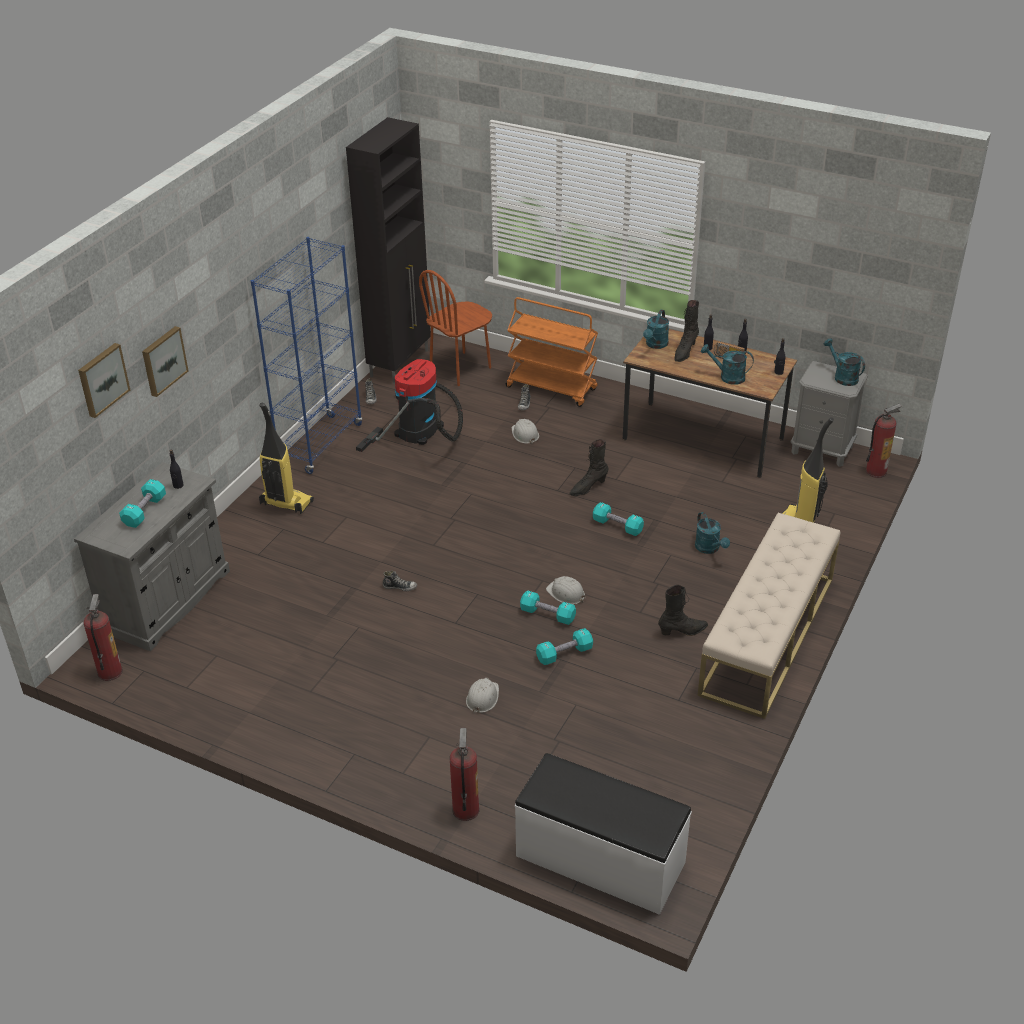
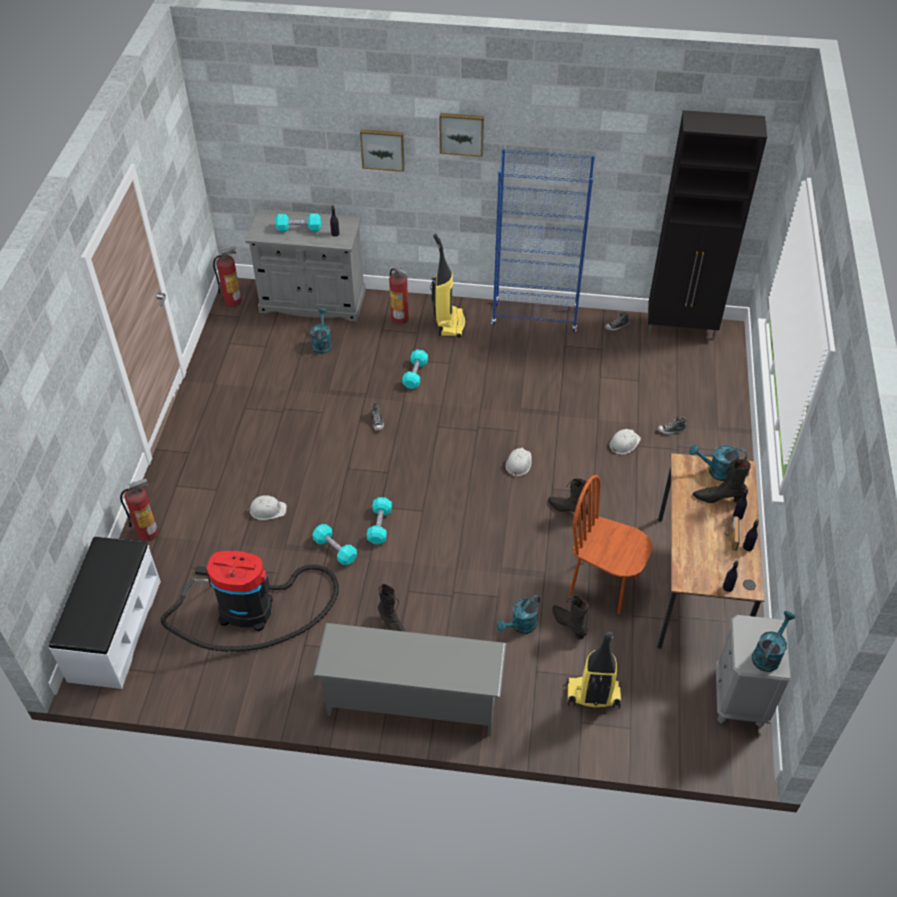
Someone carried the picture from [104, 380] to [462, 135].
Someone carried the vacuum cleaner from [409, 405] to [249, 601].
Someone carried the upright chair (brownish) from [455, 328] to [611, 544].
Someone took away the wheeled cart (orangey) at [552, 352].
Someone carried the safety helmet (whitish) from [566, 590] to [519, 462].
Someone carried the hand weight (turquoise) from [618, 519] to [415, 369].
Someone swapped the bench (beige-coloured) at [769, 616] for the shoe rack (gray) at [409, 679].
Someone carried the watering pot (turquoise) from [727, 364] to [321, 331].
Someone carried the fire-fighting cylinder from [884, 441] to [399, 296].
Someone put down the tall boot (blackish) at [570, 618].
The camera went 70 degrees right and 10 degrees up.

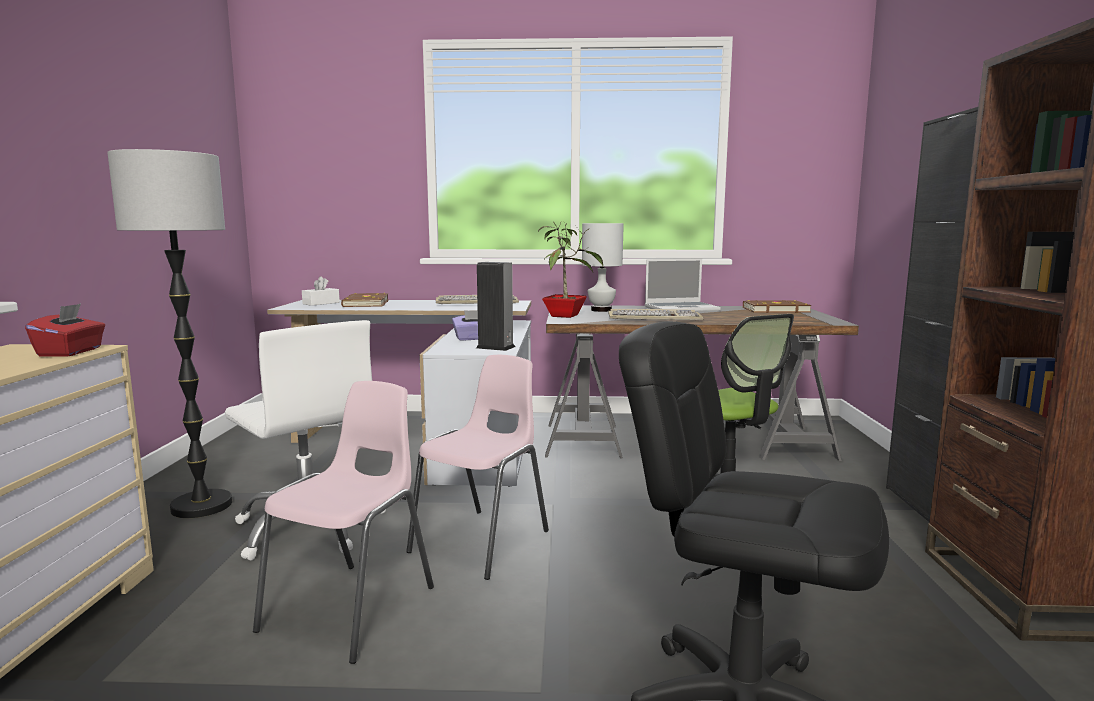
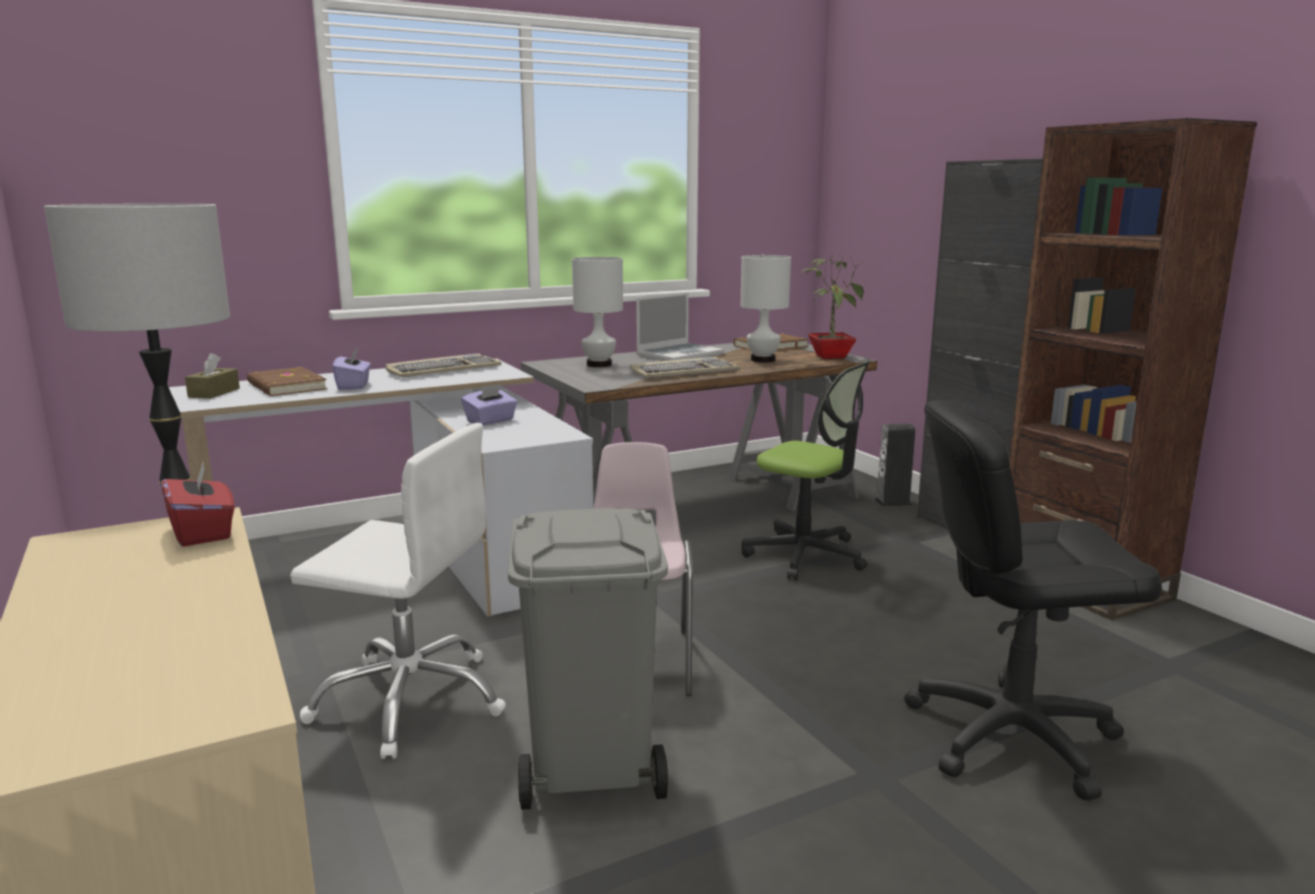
Someone swapped the upright chair (pinkish) at [343, 522] for the trash can (gray) at [588, 659].
Someone repainted the tissue holder (whitish) at [321, 291], which became the tissue holder (brownish) at [212, 376].
Someone carried the loudspeaker from [495, 306] to [895, 465].
Someone carried the houseplant from [570, 269] to [831, 306].
Someone put down the tissue holder (purple-coloured) at [351, 369].
Someone put down the tabletop lamp (whitish) at [766, 308].
The camera went 30 degrees left and 5 degrees up.

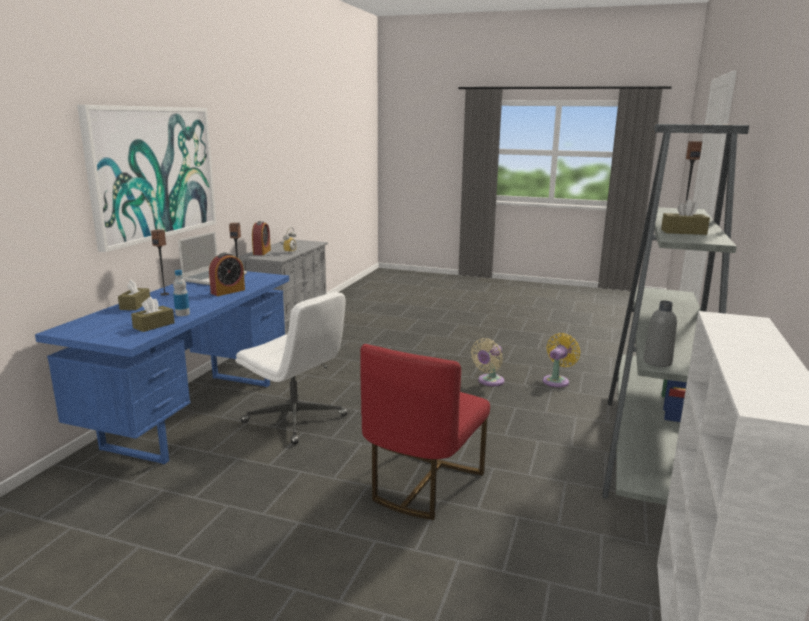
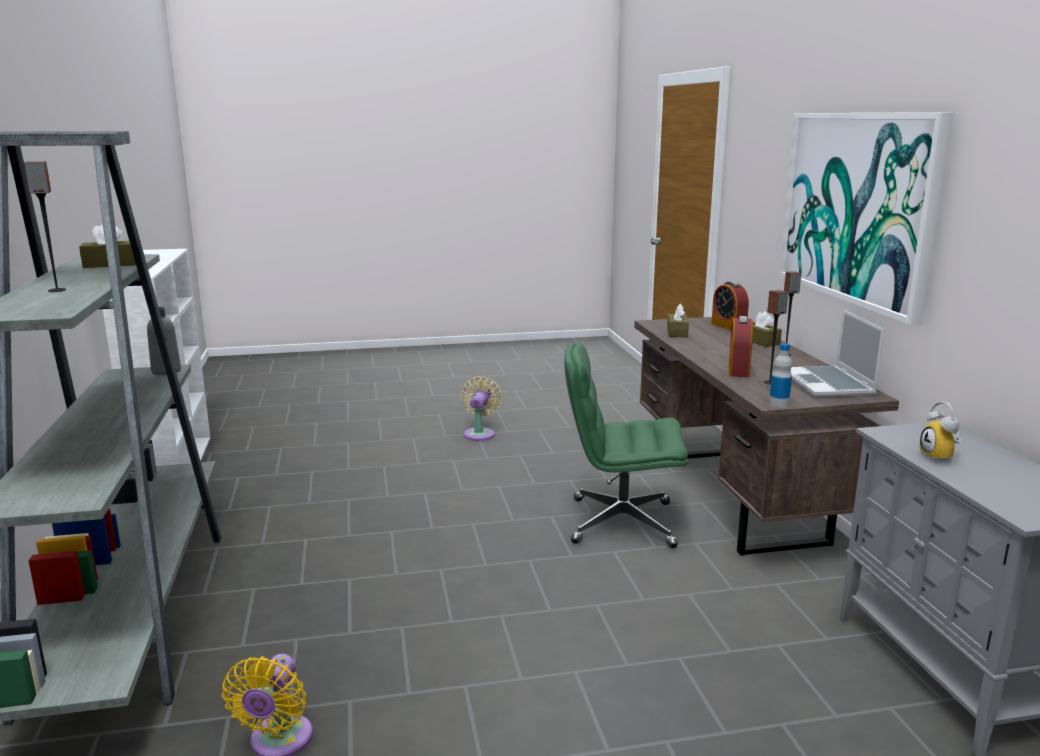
Someone repainted the desk unit (blue) at [162, 367], which became the desk unit (brownish) at [766, 436].
Someone carried the beverage bottle from [181, 293] to [780, 375].
Someone repainted the office chair (whitish) at [291, 368], which became the office chair (green-coloured) at [626, 445].
Someone carried the table clock from [261, 238] to [730, 306].
Someone took away the upright chair (red) at [425, 432].
Someone carried the cooling fan (beige-coloured) from [487, 362] to [481, 408].
The camera went 150 degrees right and 0 degrees up.

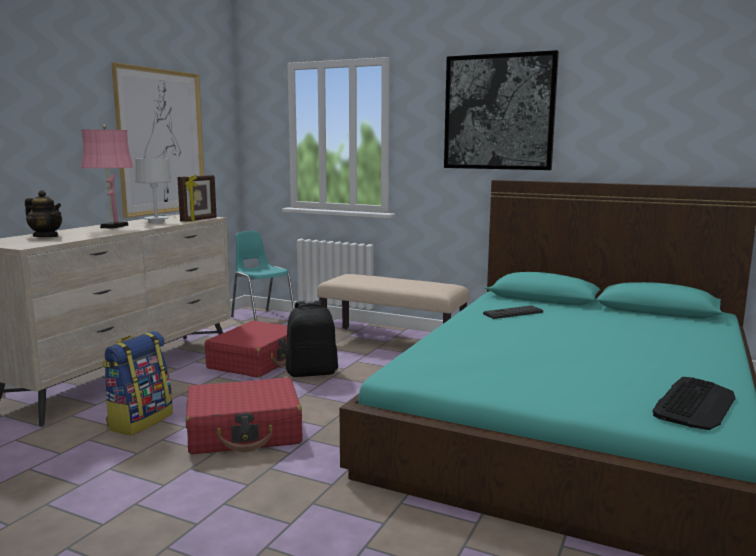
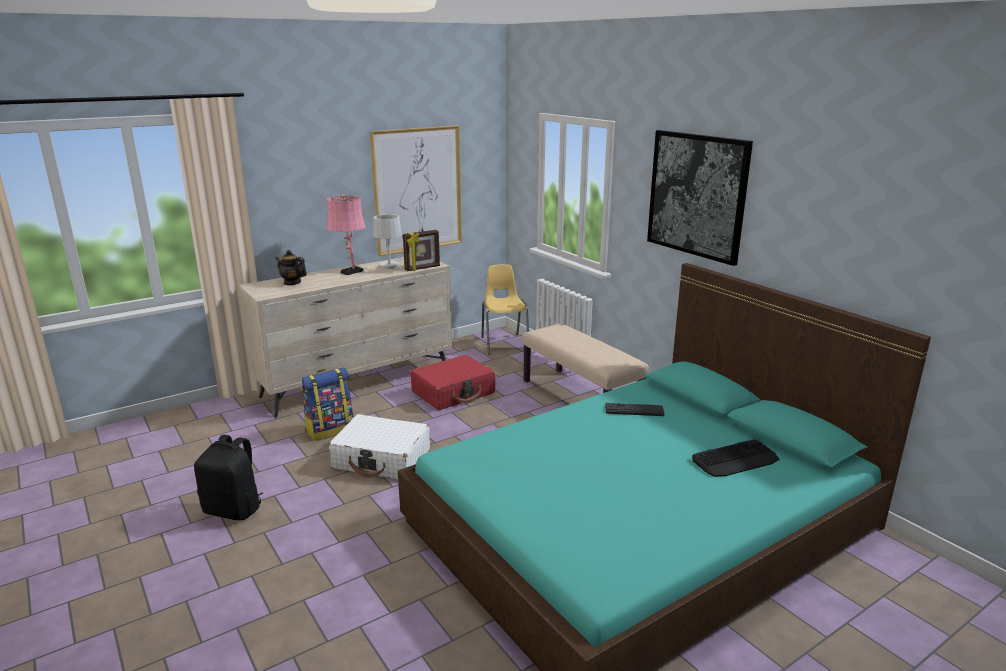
Someone rotated the teapot at [43, 213] by 150 degrees clockwise.
Someone repainted the piece of luggage (red) at [244, 415], which became the piece of luggage (whitish) at [379, 447].
Someone repainted the upright chair (turquoise) at [263, 276], which became the upright chair (yellow-coloured) at [505, 309].
Someone carried the rucksack (blackish) from [312, 339] to [228, 478].
Someone carried the PC keyboard from [694, 403] to [735, 458].
The camera went 30 degrees right and 10 degrees up.

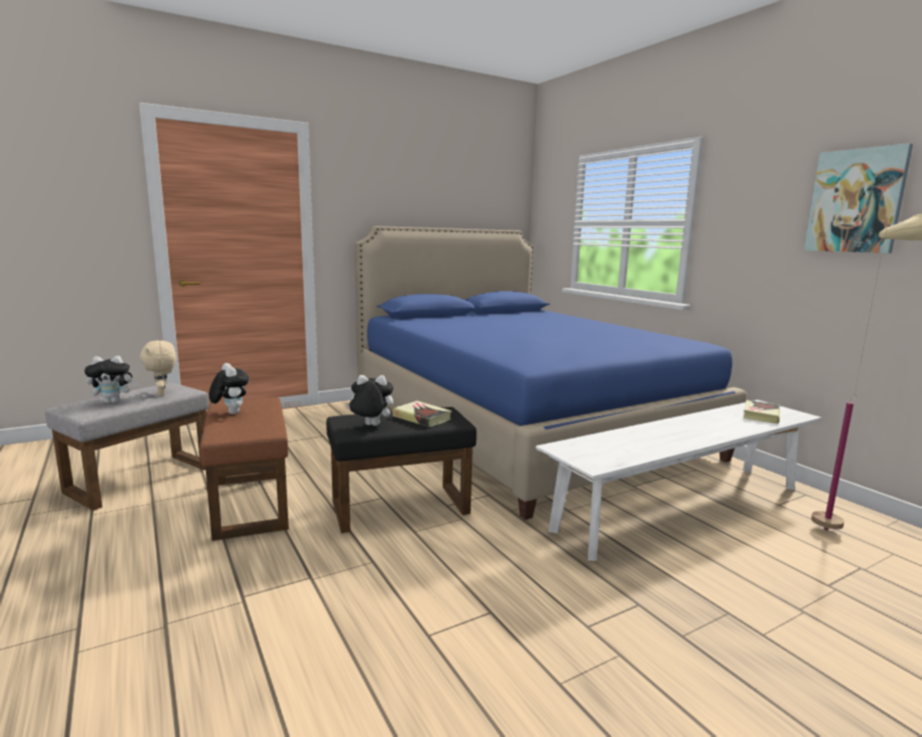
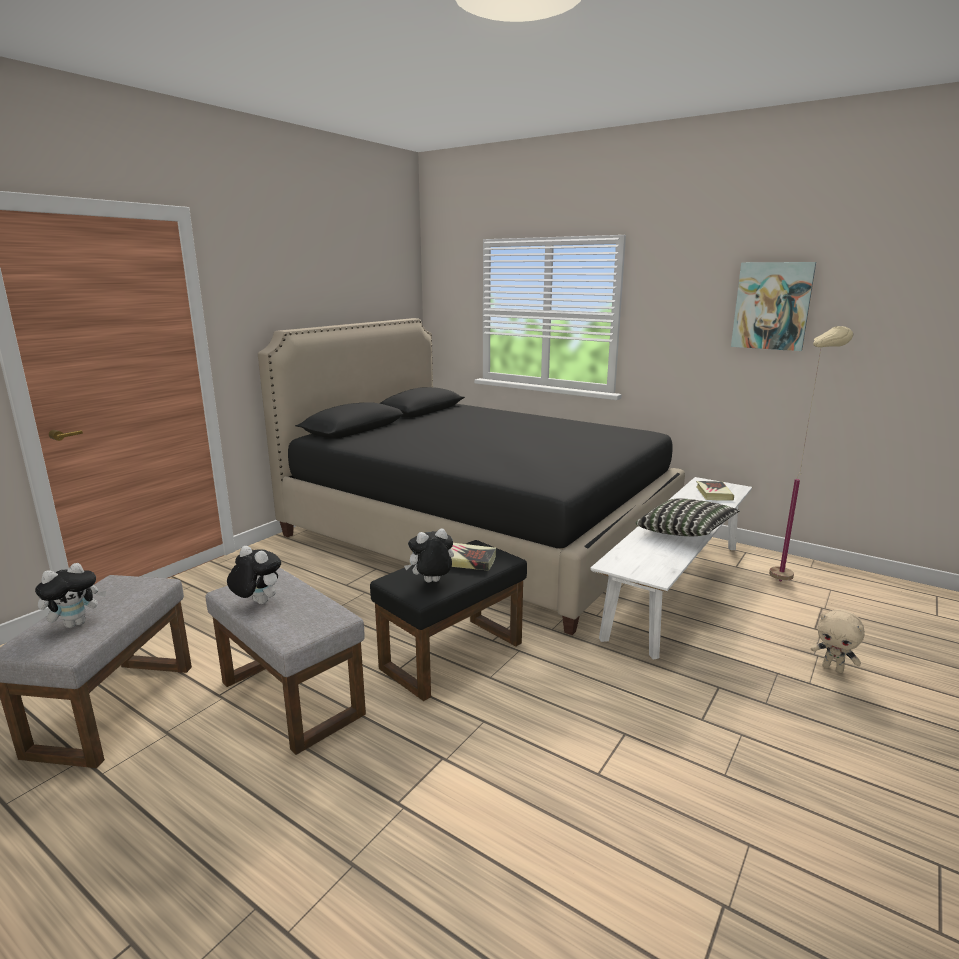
Someone carried the cuddly toy (beige-coloured) from [158, 368] to [838, 641].
Someone repainted the footrest (brownish) at [244, 469], which became the footrest (gray) at [286, 661].
Someone repainted the bed (blue) at [551, 373], which became the bed (blackish) at [471, 476].
Someone put down the cushion at [688, 517].
The camera went 25 degrees left and 5 degrees up.

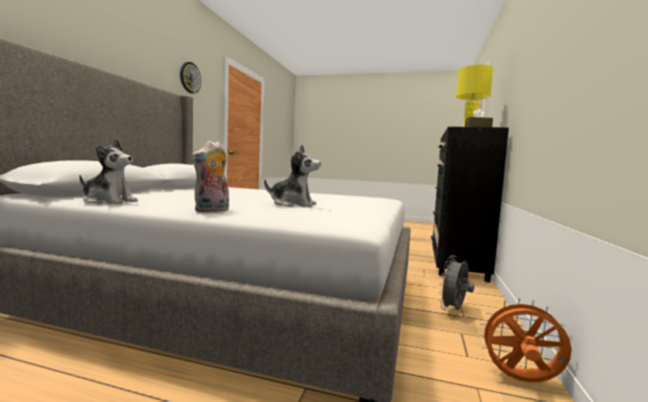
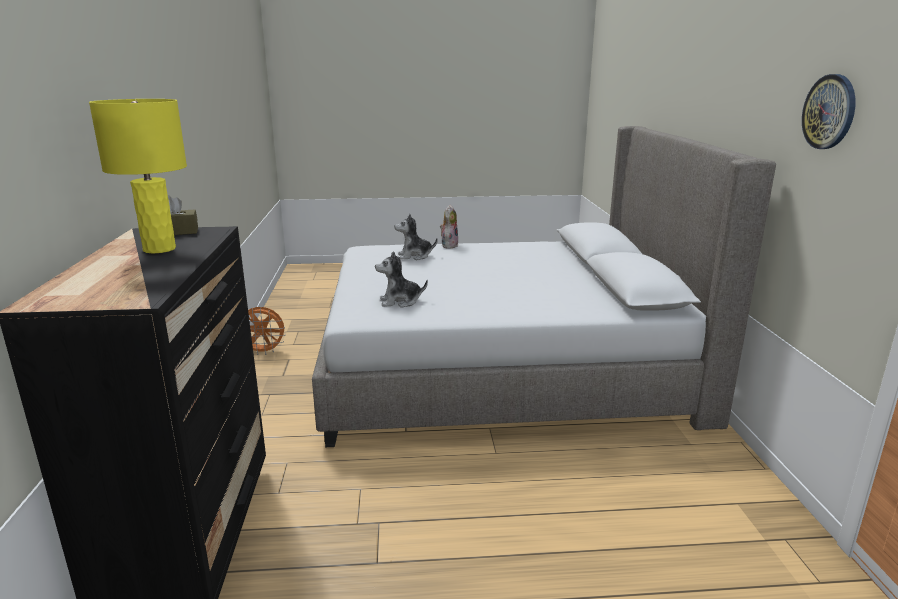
Someone carried the cuddly toy from [109, 171] to [401, 279].
Someone took away the cooling fan (gray) at [456, 282].
The camera went 160 degrees right and 15 degrees up.

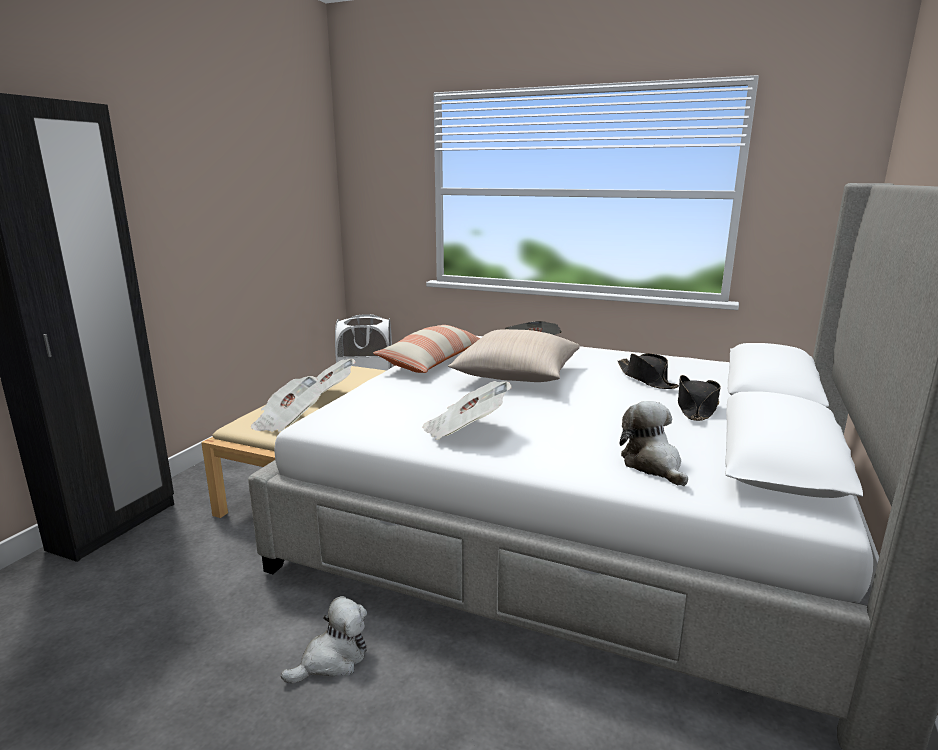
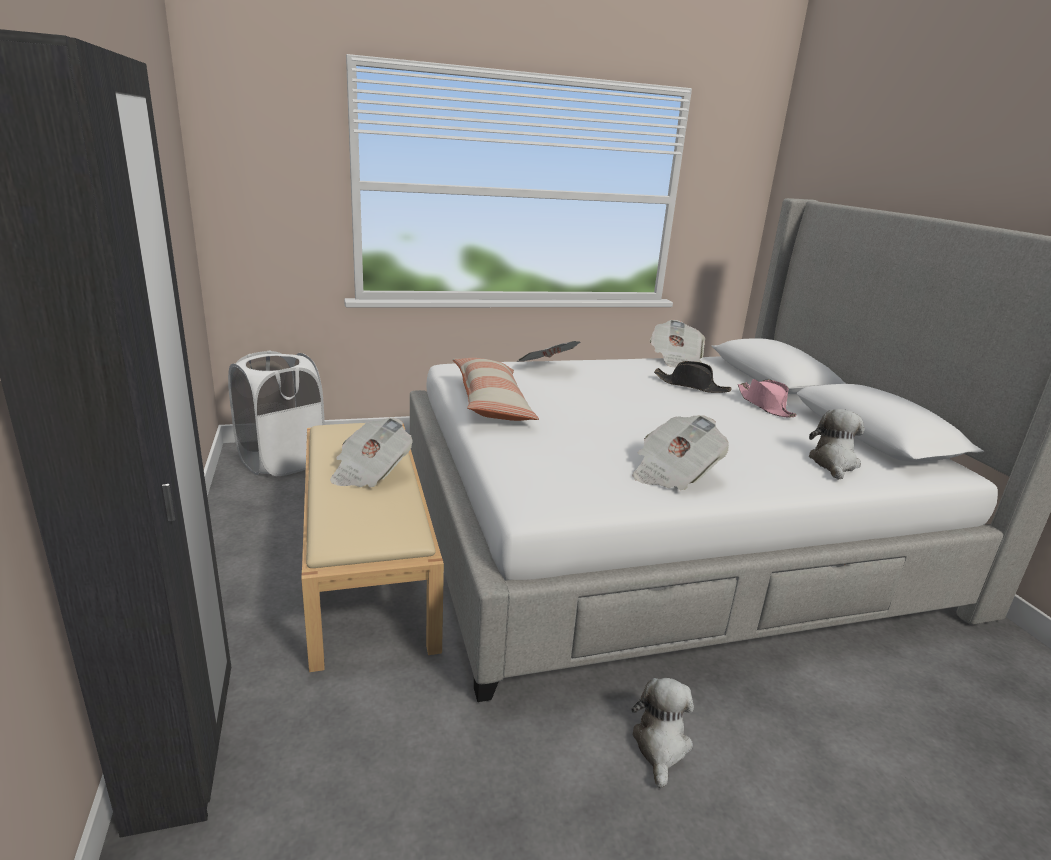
Someone carried the daily paper from [286, 404] to [677, 343].
Someone took away the cushion (beige-coloured) at [514, 355].
Someone rotated the cuddly toy at [654, 443] by 75 degrees clockwise.
Someone repainted the wearable hat (blackish) at [699, 398], which became the wearable hat (pinkish) at [767, 398].
The camera went 40 degrees left and 5 degrees up.

